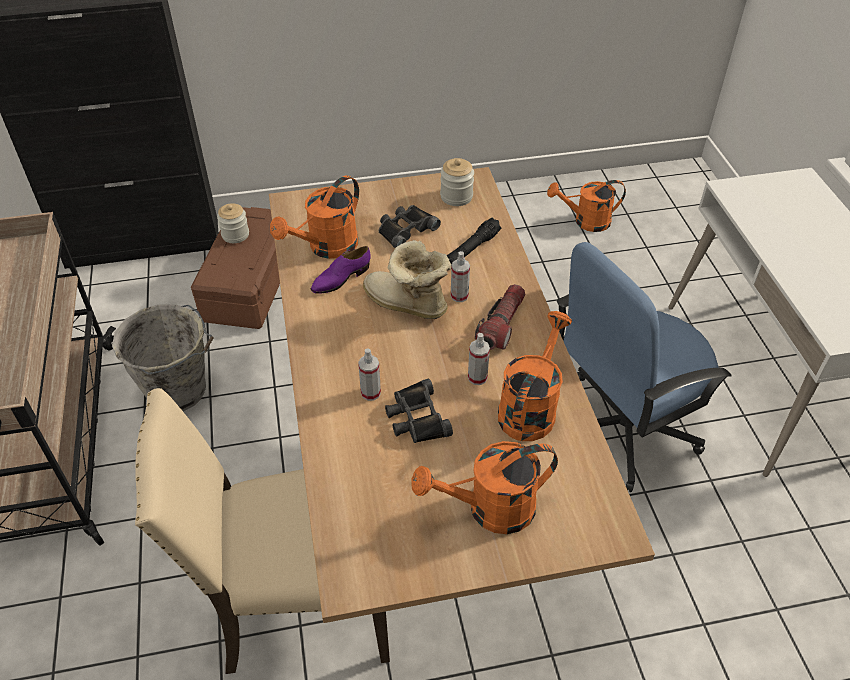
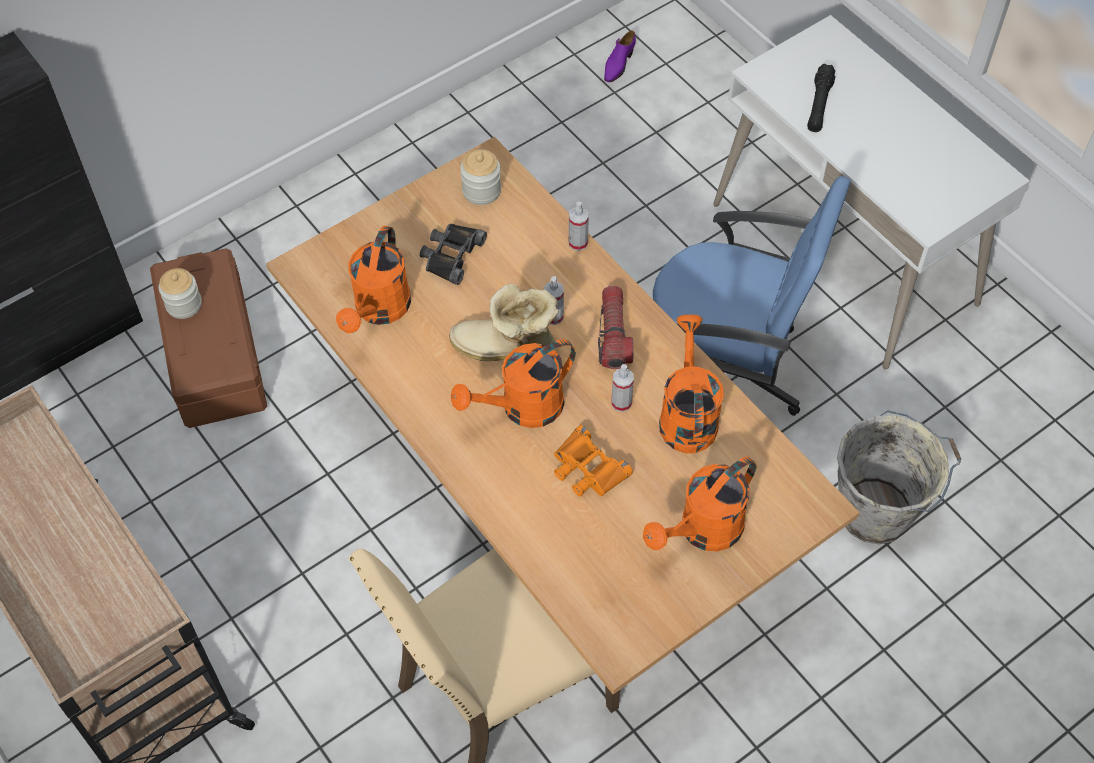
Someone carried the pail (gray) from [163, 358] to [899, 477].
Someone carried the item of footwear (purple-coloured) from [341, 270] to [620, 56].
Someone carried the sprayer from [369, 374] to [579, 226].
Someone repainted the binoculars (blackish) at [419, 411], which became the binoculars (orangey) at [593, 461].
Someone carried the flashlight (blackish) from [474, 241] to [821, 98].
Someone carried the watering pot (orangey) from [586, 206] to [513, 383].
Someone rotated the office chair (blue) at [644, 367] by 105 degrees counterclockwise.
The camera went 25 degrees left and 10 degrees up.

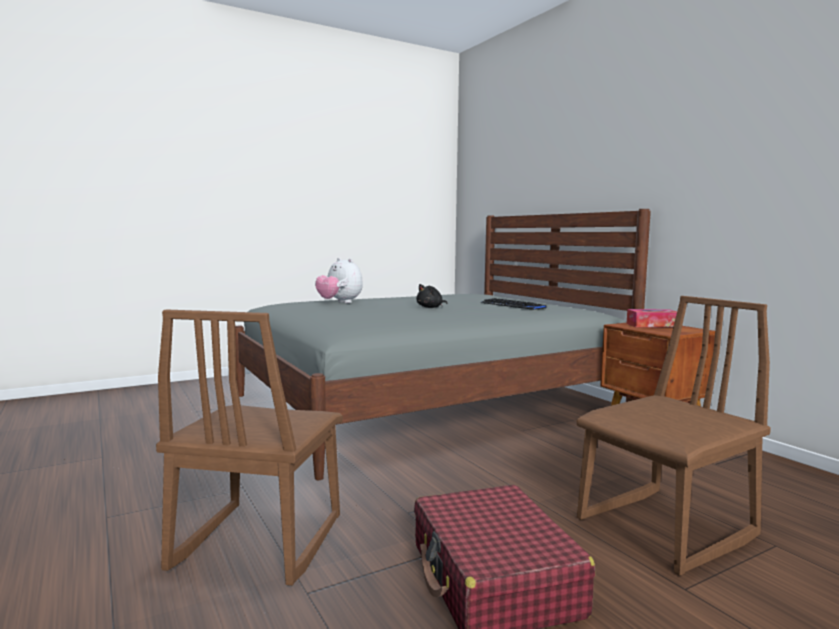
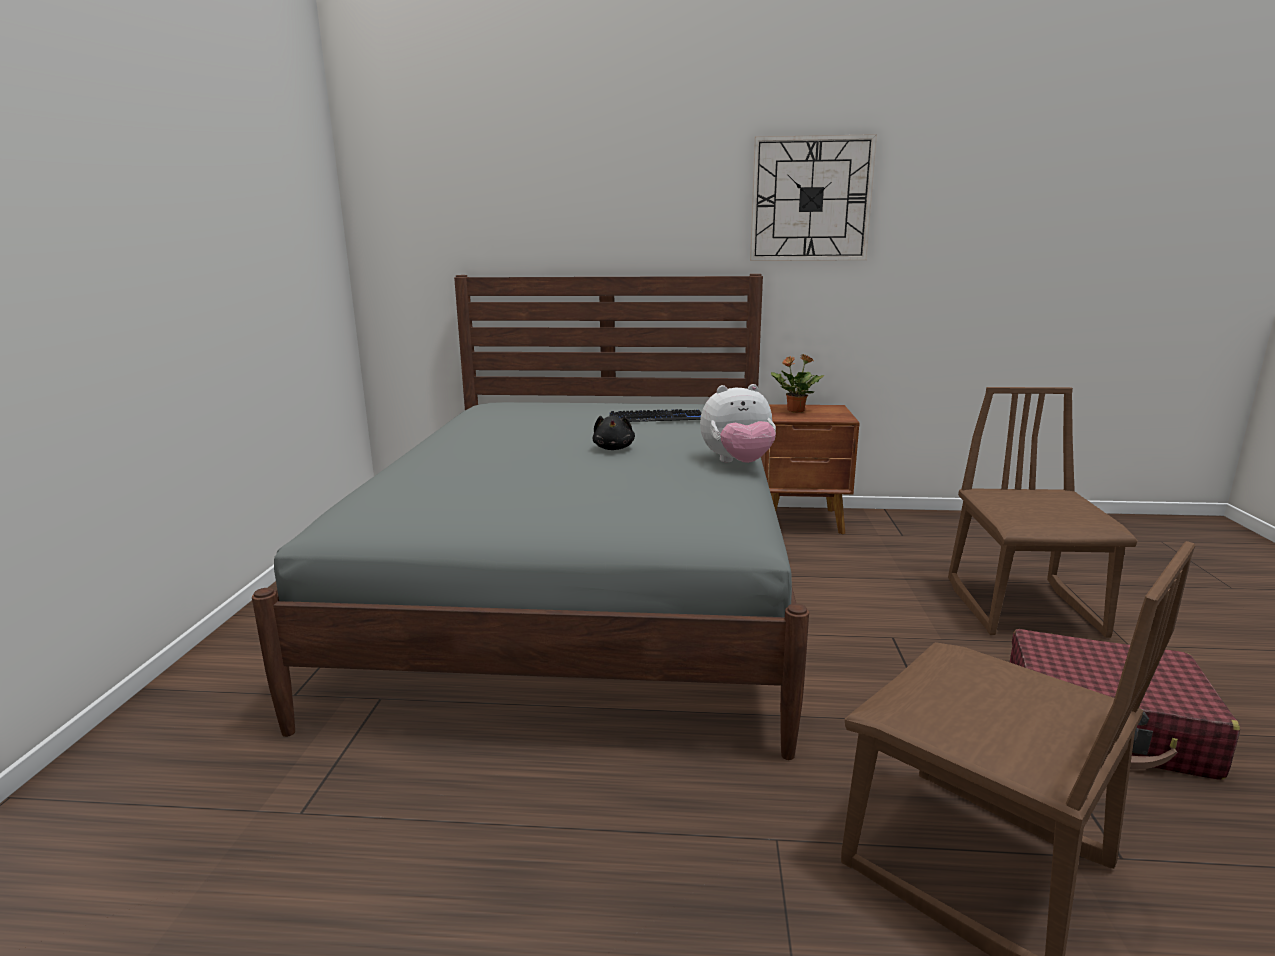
Someone carried the cuddly toy from [339, 280] to [738, 423].
Someone swapped the tissue holder at [652, 318] for the houseplant at [798, 383].
Someone put up the clock on the wall at [813, 197].
The camera went 55 degrees left and 10 degrees up.

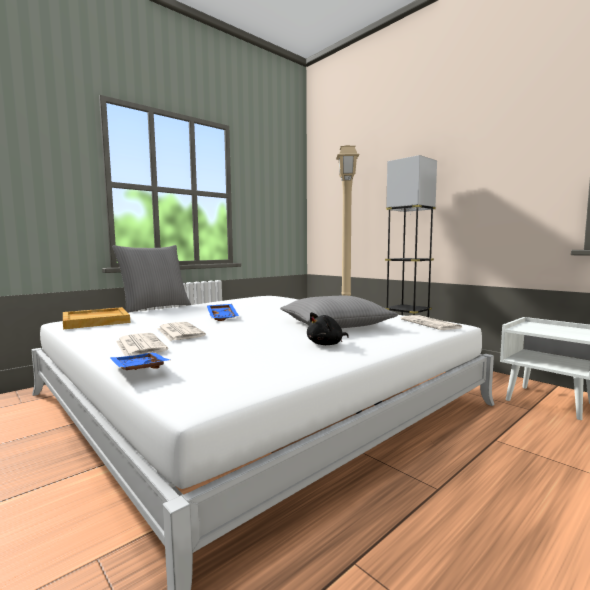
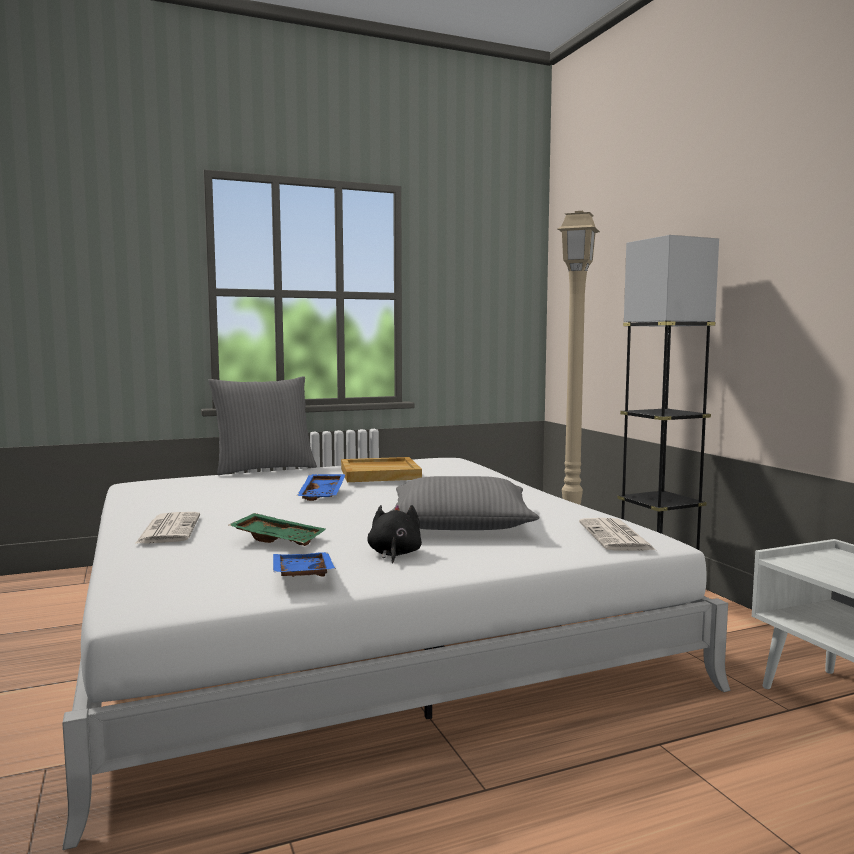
Someone carried the serving tray (beige-coloured) from [96, 318] to [381, 469].
Someone carried the serving tray (blue) from [140, 361] to [304, 564].
Someone took away the daily paper at [181, 331].
Someone rotated the cuddly toy (blackish) at [328, 328] by 105 degrees clockwise.
Someone put down the serving tray (green-coloured) at [277, 529].
The camera went 20 degrees right and 0 degrees up.

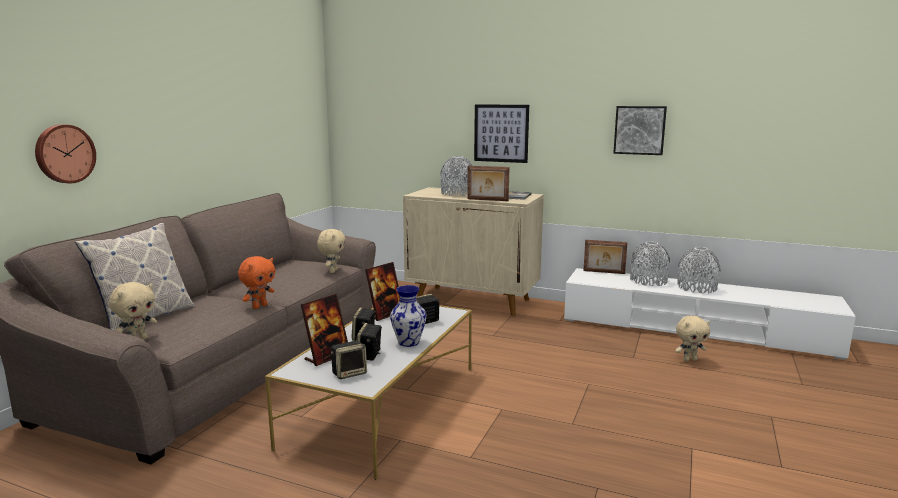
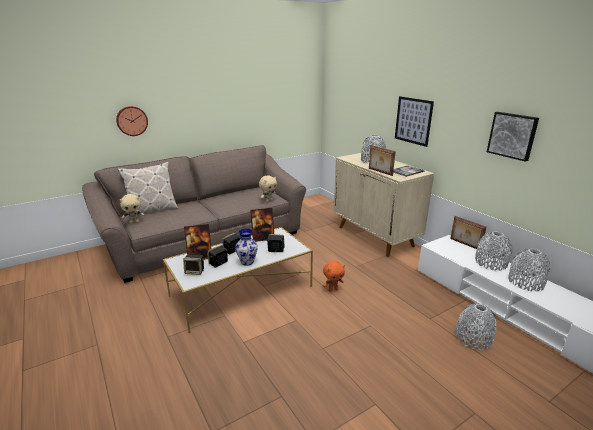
Someone carried the cuddly toy (orangey) from [256, 282] to [334, 276].
Someone swapped the cuddly toy (beige-coloured) at [692, 338] for the decorative vase (gray) at [476, 326].
The camera went 35 degrees right and 10 degrees up.

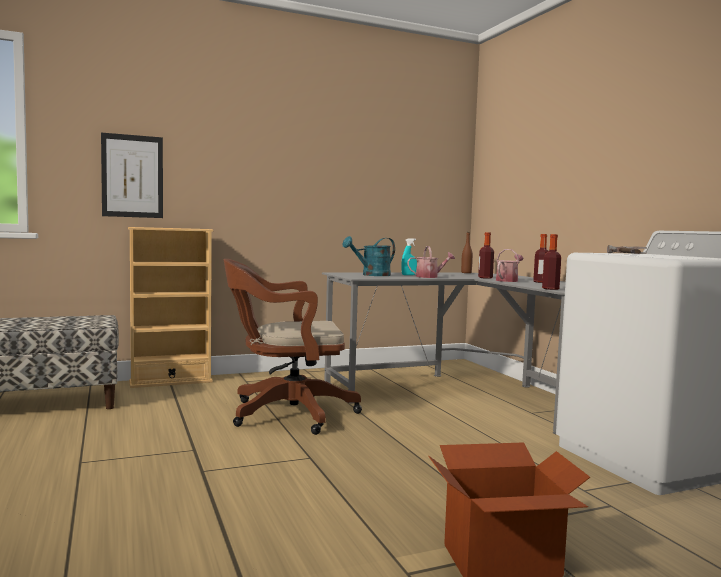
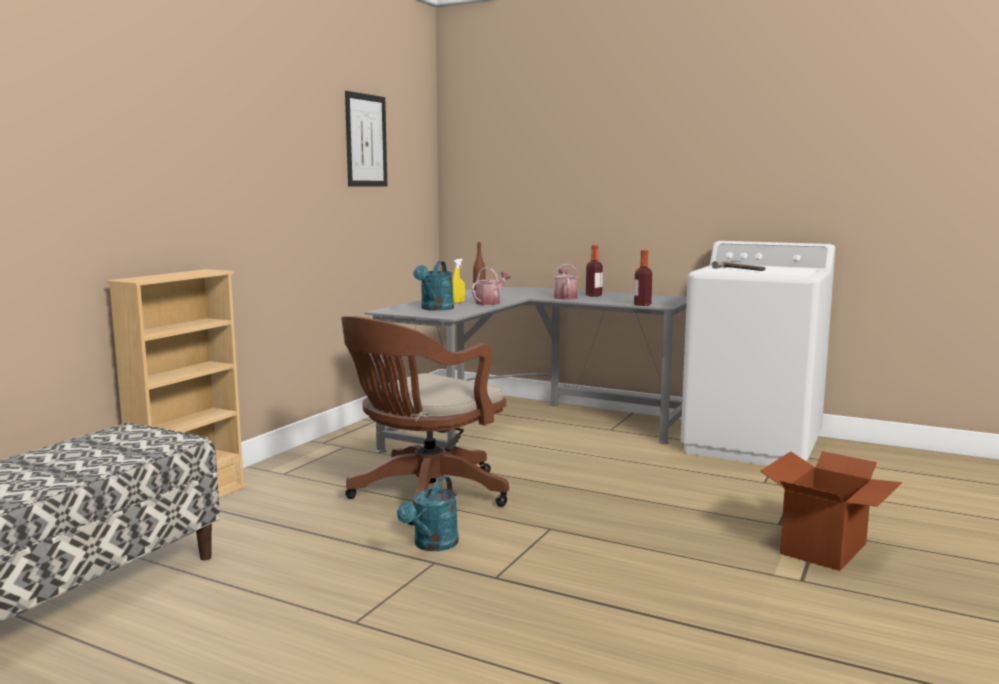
Someone carried the picture from [132, 175] to [366, 139].
Someone repainted the sprayer (turquoise) at [409, 256], which became the sprayer (yellow-coloured) at [458, 281].
Someone took away the beverage bottle at [486, 255].
Someone put down the watering pot (turquoise) at [428, 513].
The camera went 40 degrees left and 5 degrees up.

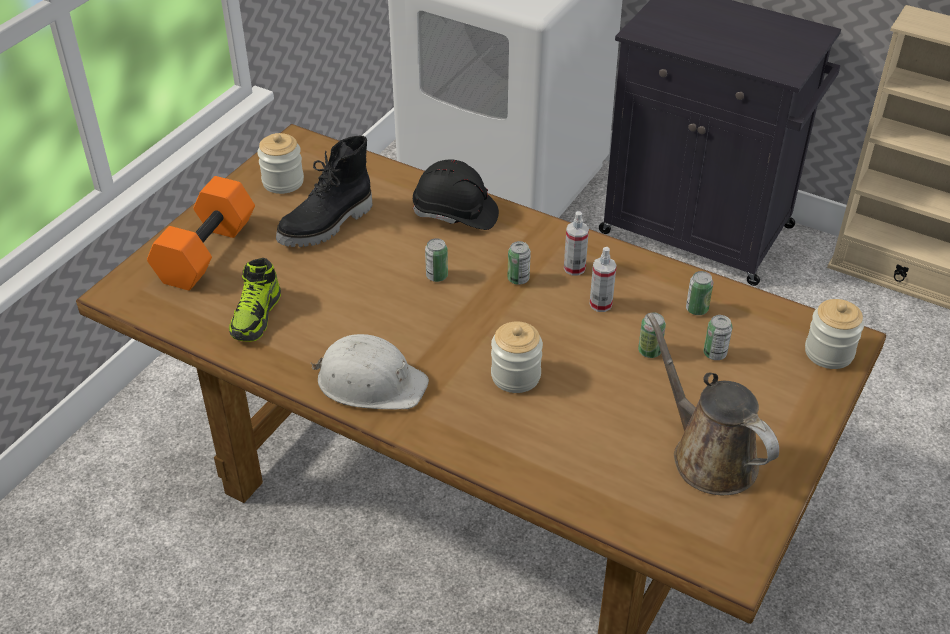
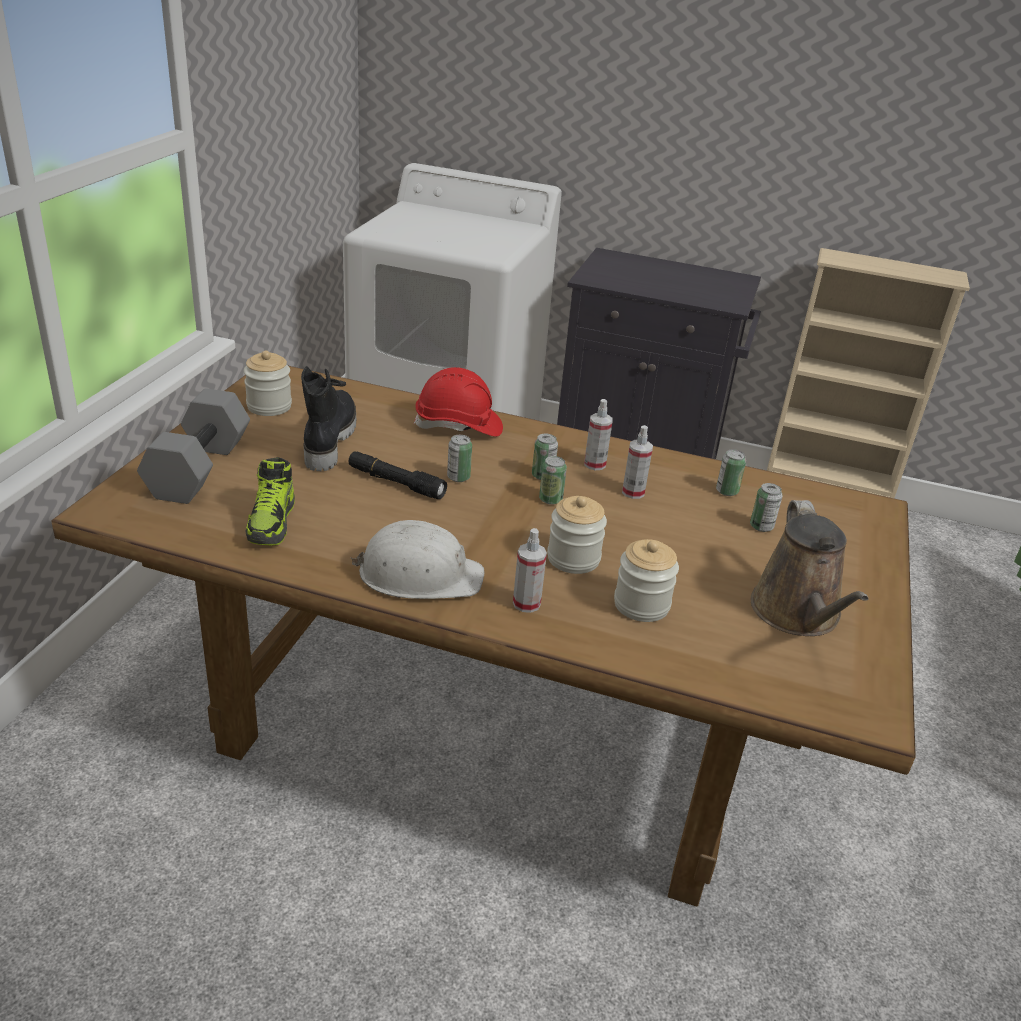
Someone repainted the hand weight (orangey) at [201, 233], which became the hand weight (gray) at [193, 446].
Someone rotated the tall boot (blackish) at [324, 191] by 150 degrees clockwise.
Someone repainted the safety helmet (blackish) at [456, 195], which became the safety helmet (red) at [458, 402].
Someone carried the sealed can from [652, 335] to [553, 480].
Someone rotated the watering pot (brownish) at [713, 403] by 135 degrees counterclockwise.
Someone carried the jar from [834, 334] to [646, 580].
Someone put down the flashlight (blackish) at [397, 475].
Someone put down the sprayer at [530, 570].
The camera went 15 degrees left and 10 degrees down.

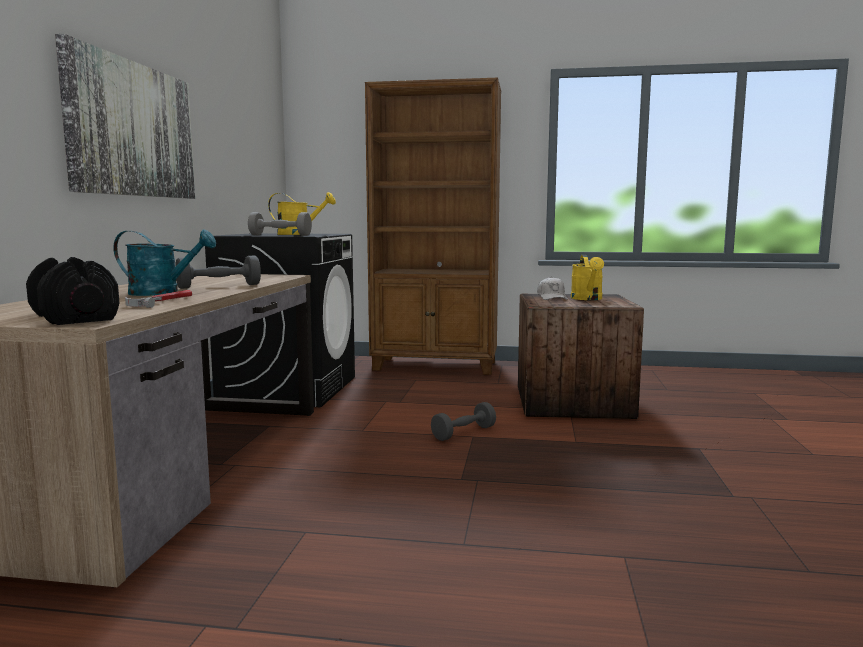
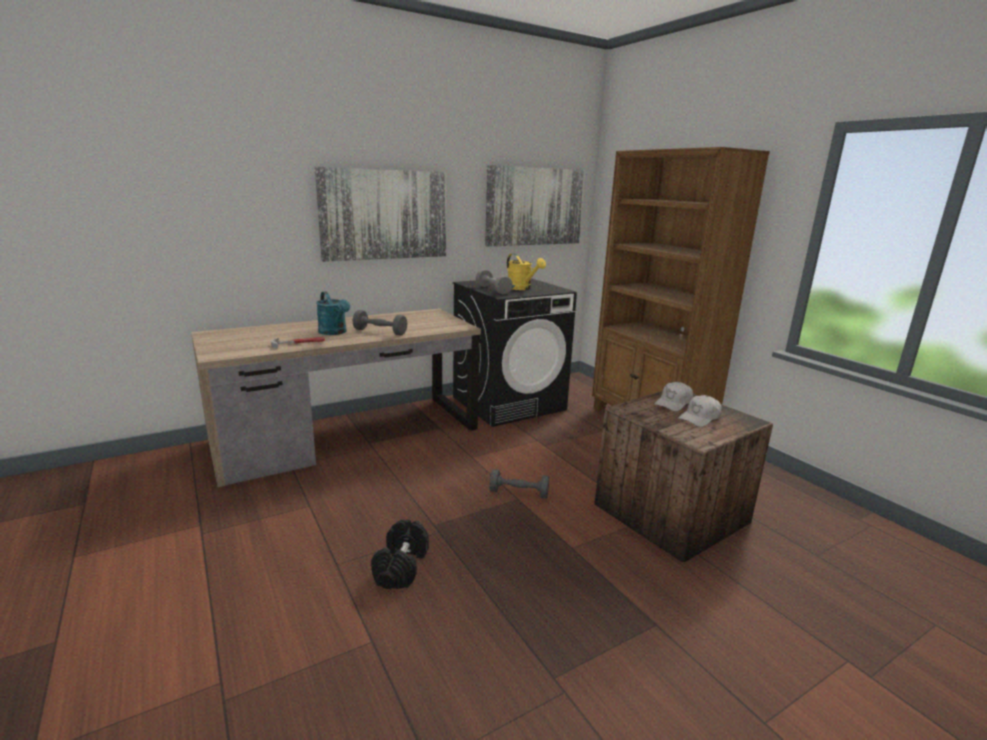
Someone carried the hand weight (blackish) from [73, 291] to [400, 554].
Someone swapped the watering pot (yellow-coloured) at [587, 277] for the peaked cap (whitish) at [700, 411].
Someone put up the picture at [535, 206].
The camera went 50 degrees right and 10 degrees up.

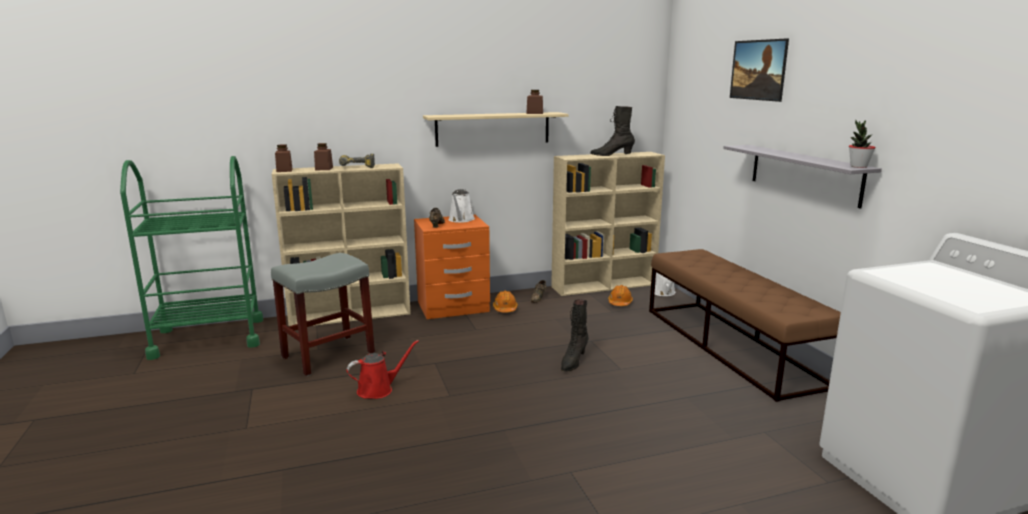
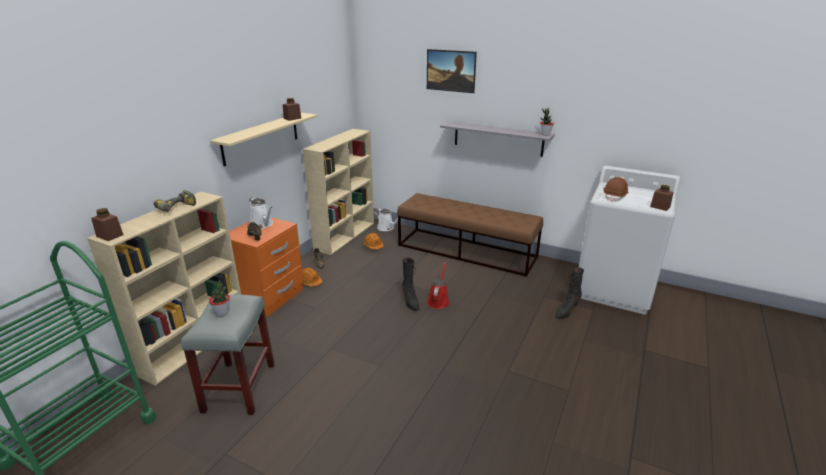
Someone carried the jar (brownish) from [323, 156] to [662, 198].
Someone carried the watering pot (red) from [382, 369] to [438, 285].
Someone carried the tall boot (blackish) from [612, 131] to [569, 293].
Someone put down the houseplant at [219, 298].
Someone put down the safety helmet (brownish) at [616, 189].
The camera went 45 degrees left and 10 degrees up.

